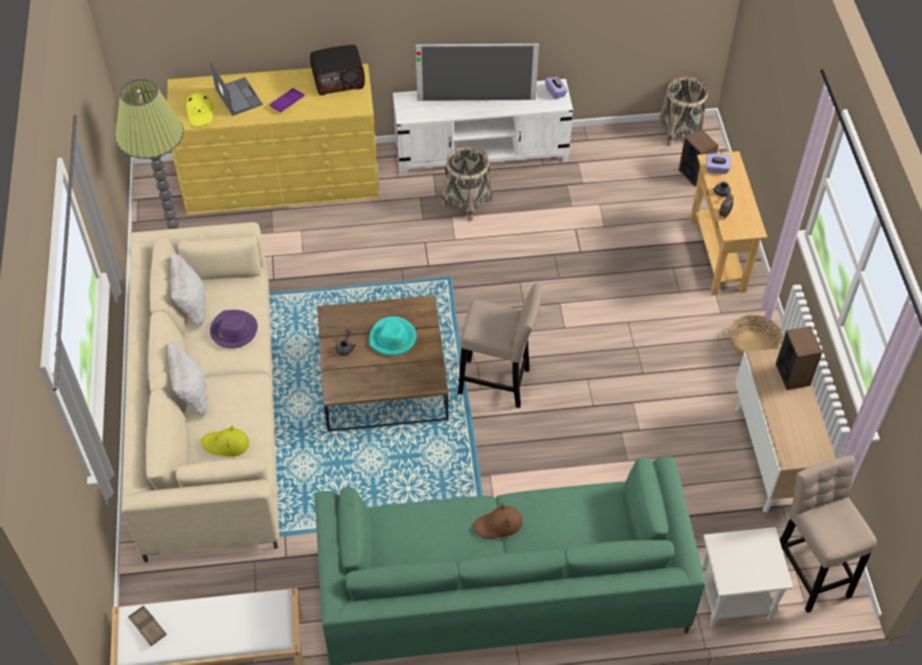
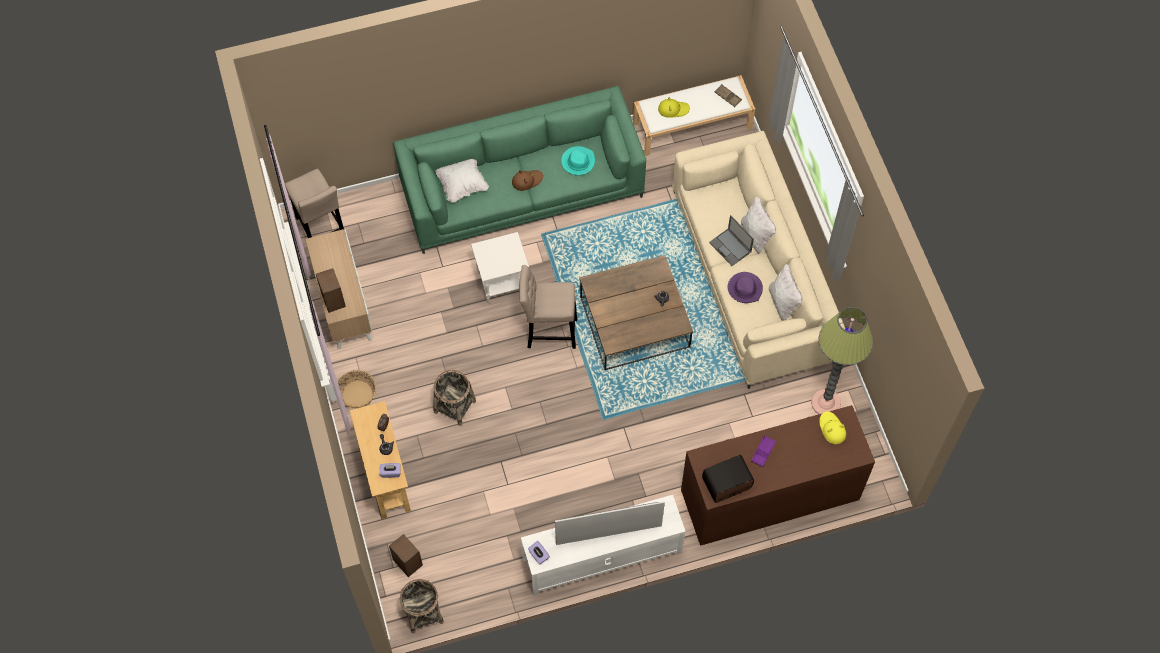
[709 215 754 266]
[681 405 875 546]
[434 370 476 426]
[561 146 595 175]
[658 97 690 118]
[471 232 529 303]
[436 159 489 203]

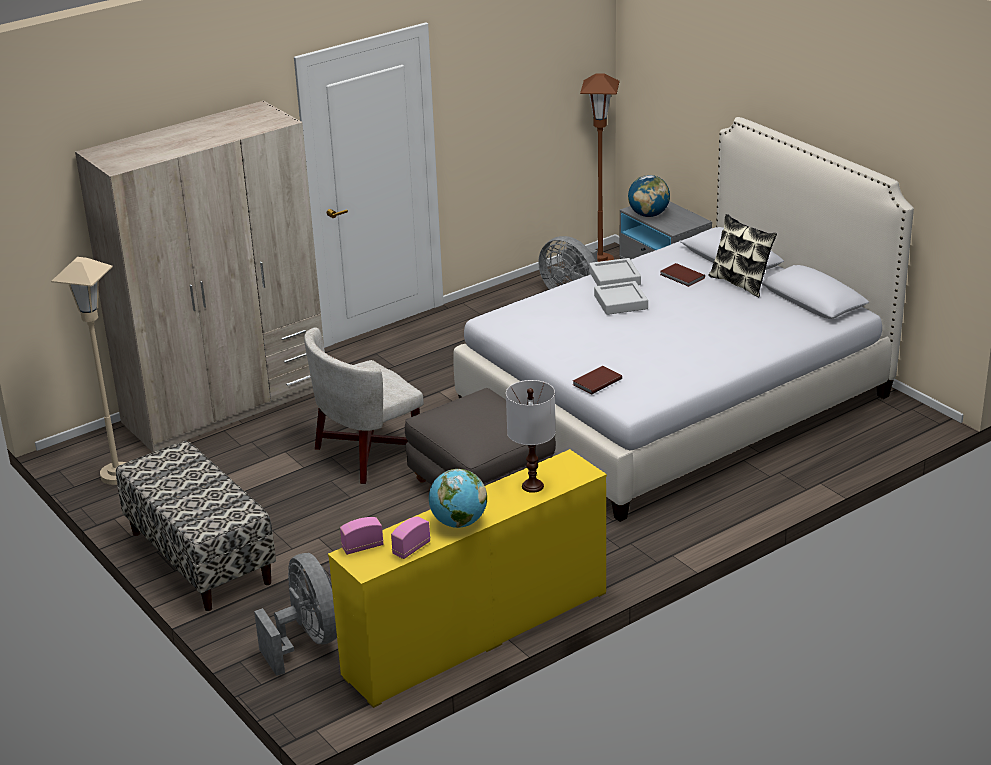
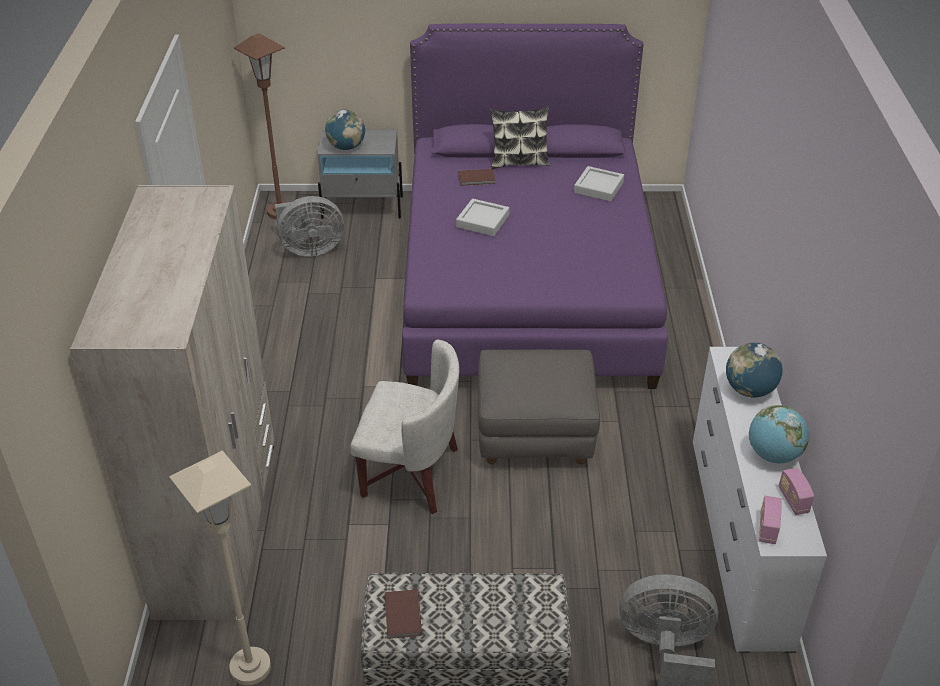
[402 24 668 389]
[574 166 624 202]
[350 339 459 514]
[385 590 422 639]
[726 343 782 398]
[693 347 827 653]

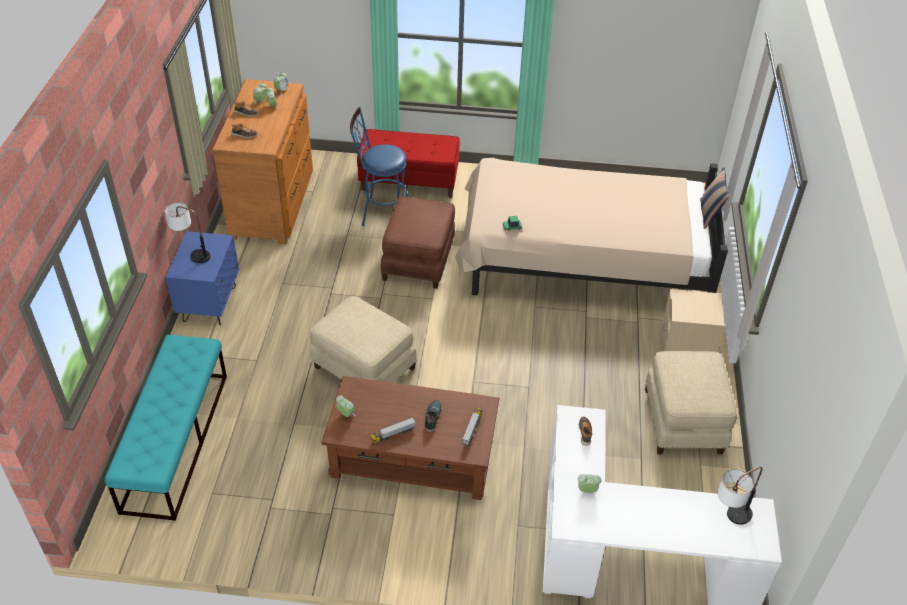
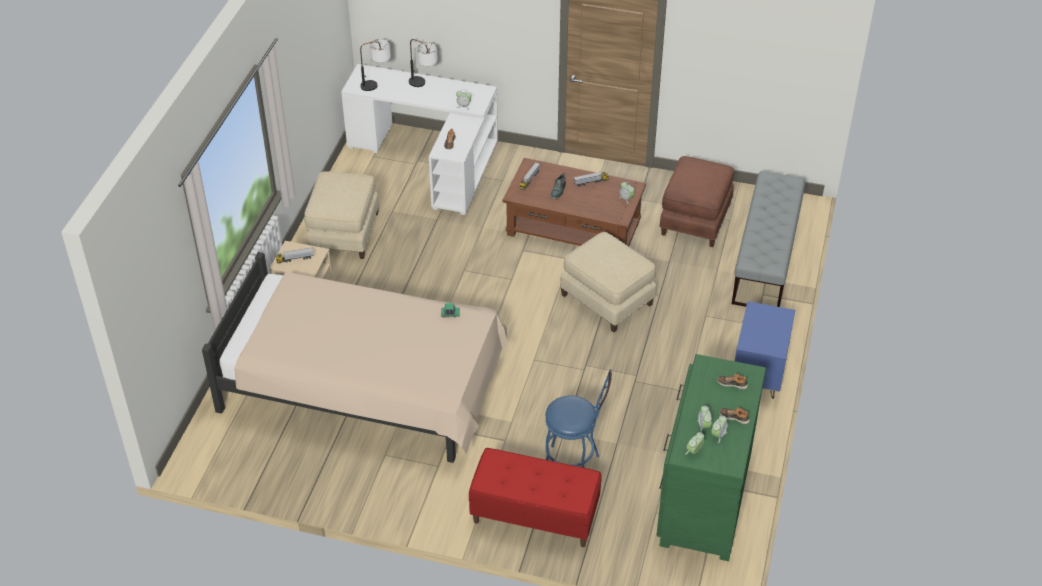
[656 354 766 561]
[700 168 729 229] (first image)
[659 156 734 247]
[409 39 438 87]
[732 171 806 307]
[276 247 314 263]

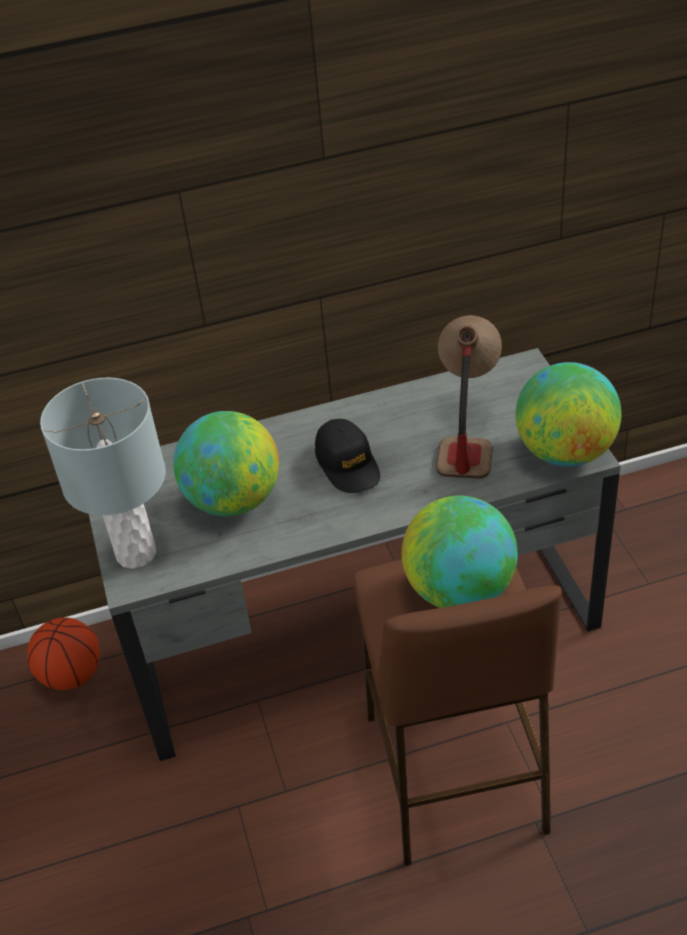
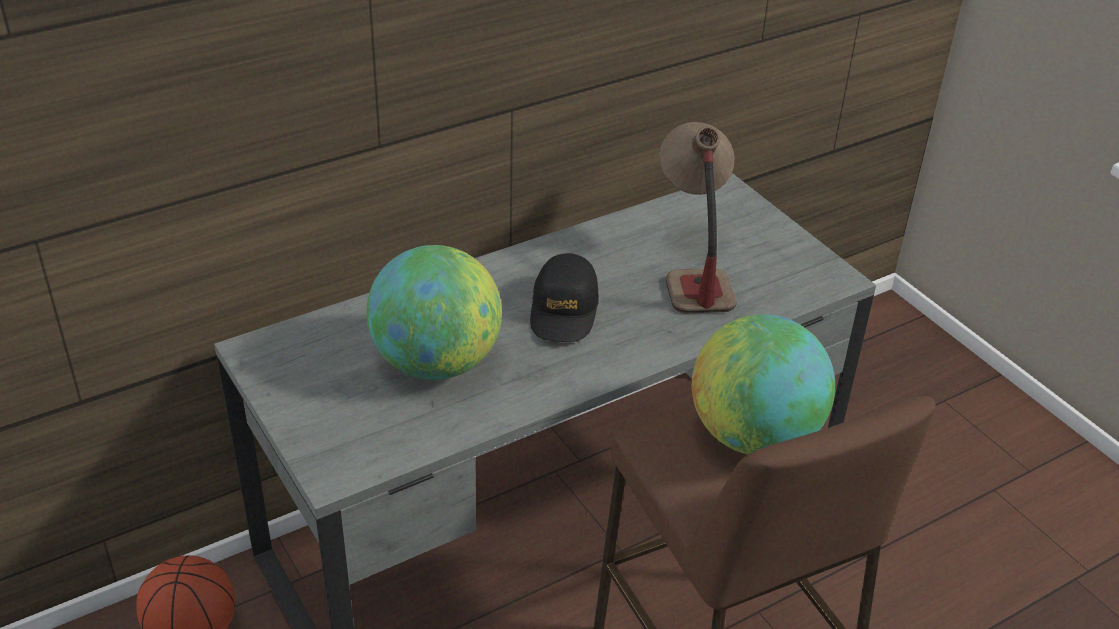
[515 362 622 467] (first image)
[40 378 166 569] (first image)
[530 253 599 342]

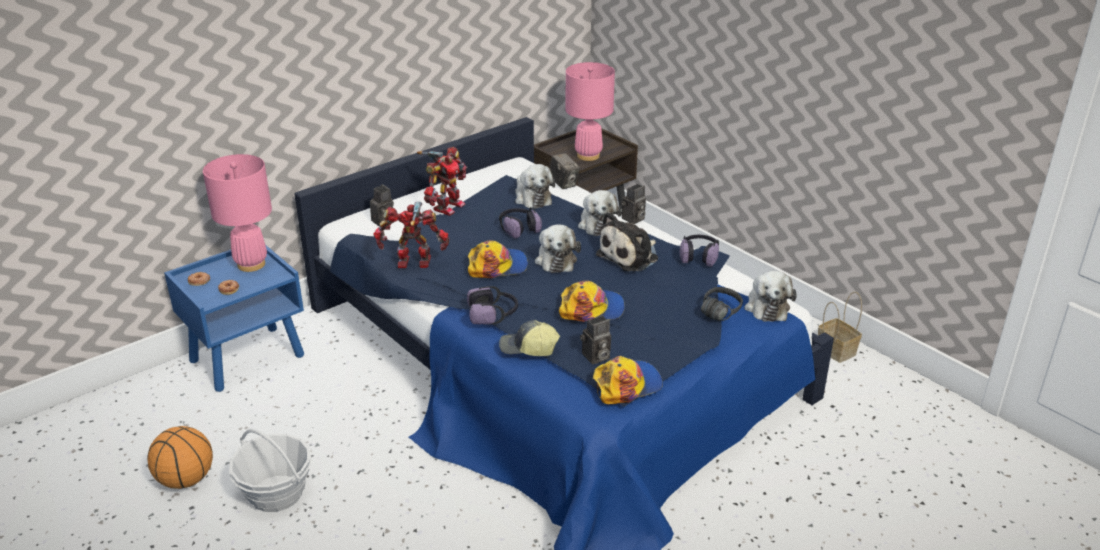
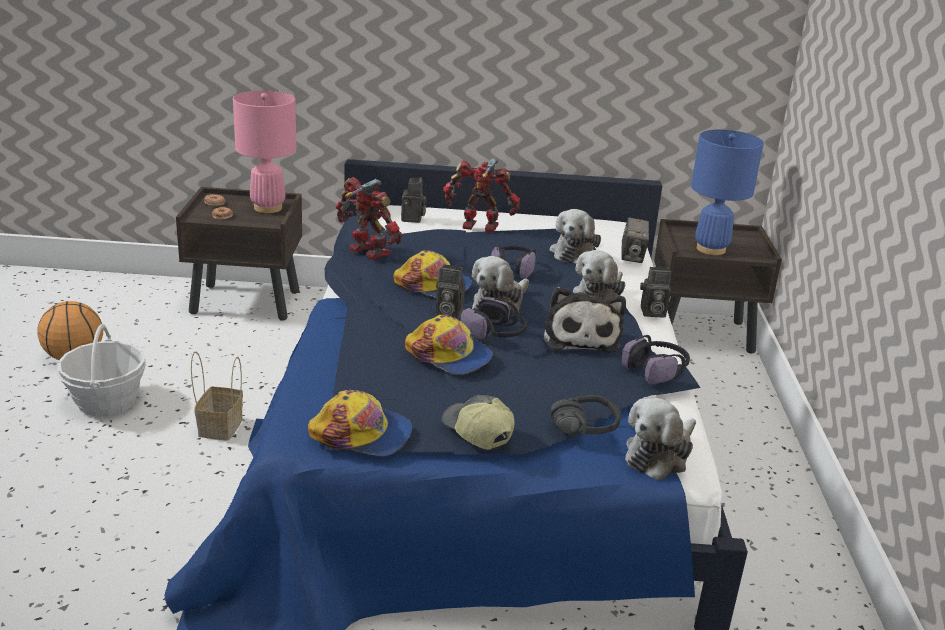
[691 130 764 255]
[443 158 520 232]
[544 287 626 352]
[176 187 302 321]
[460 296 527 342]
[191 351 243 441]
[436 264 465 320]
[442 395 515 450]

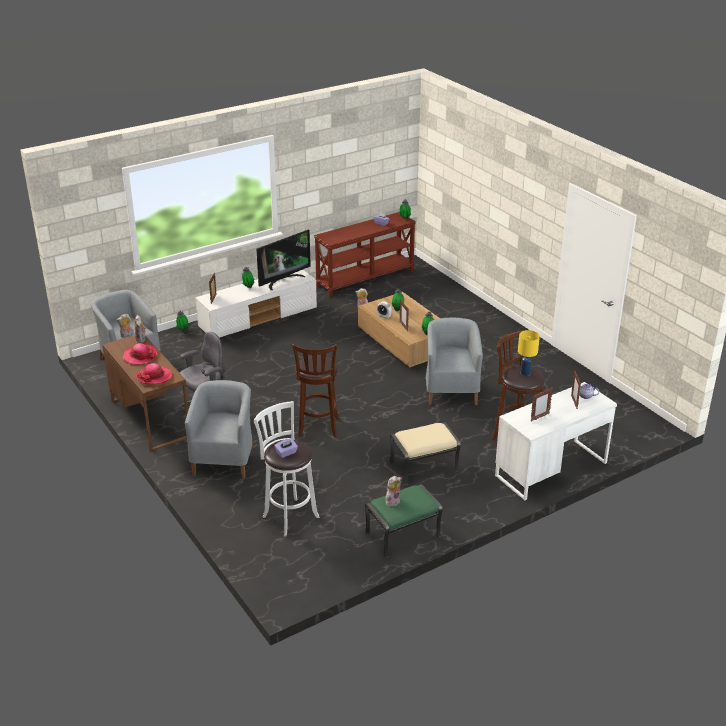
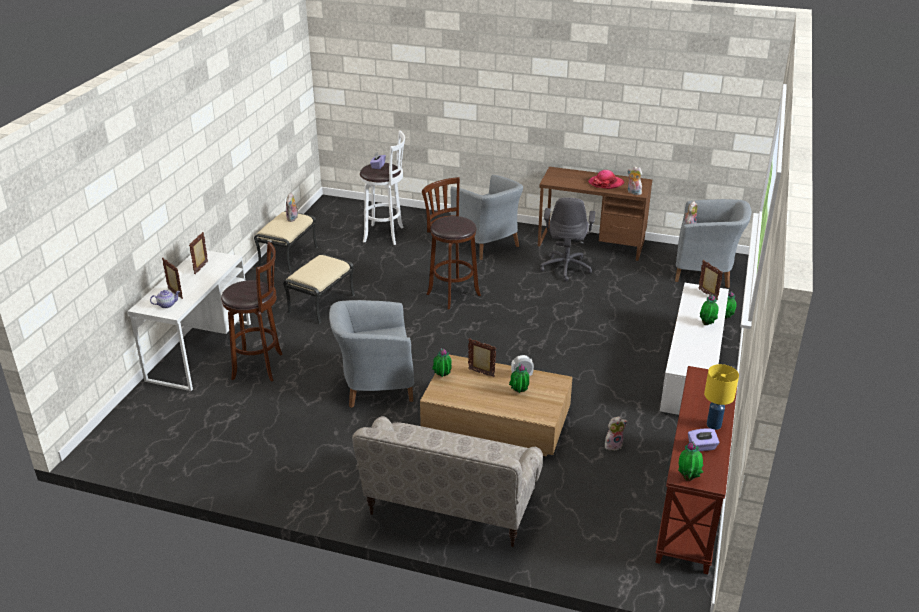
[256 230 311 290] (first image)
[329 300 414 408]
[704 364 739 430]
[136 363 172 384] (first image)
[254 211 318 273]
[352 416 543 547]

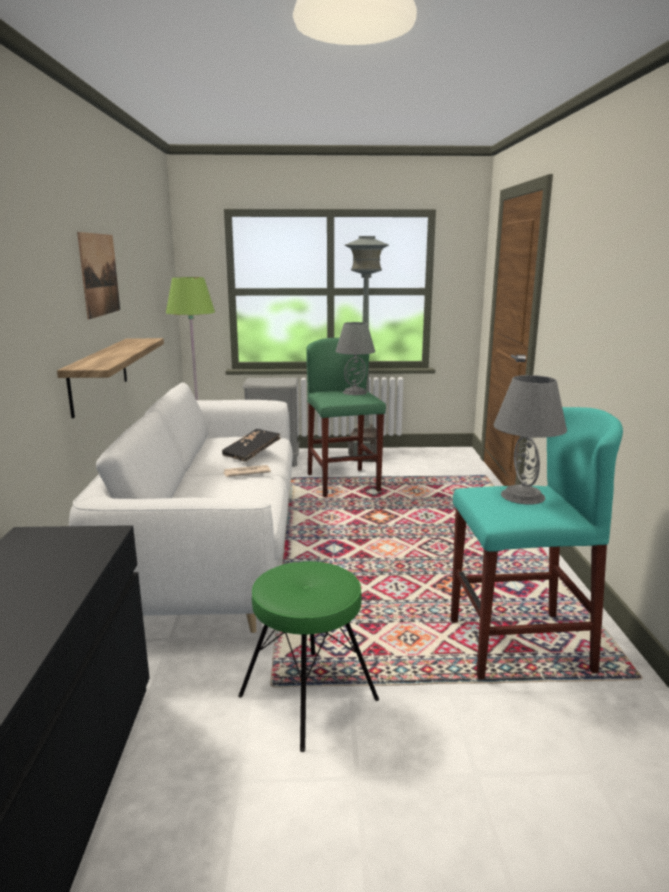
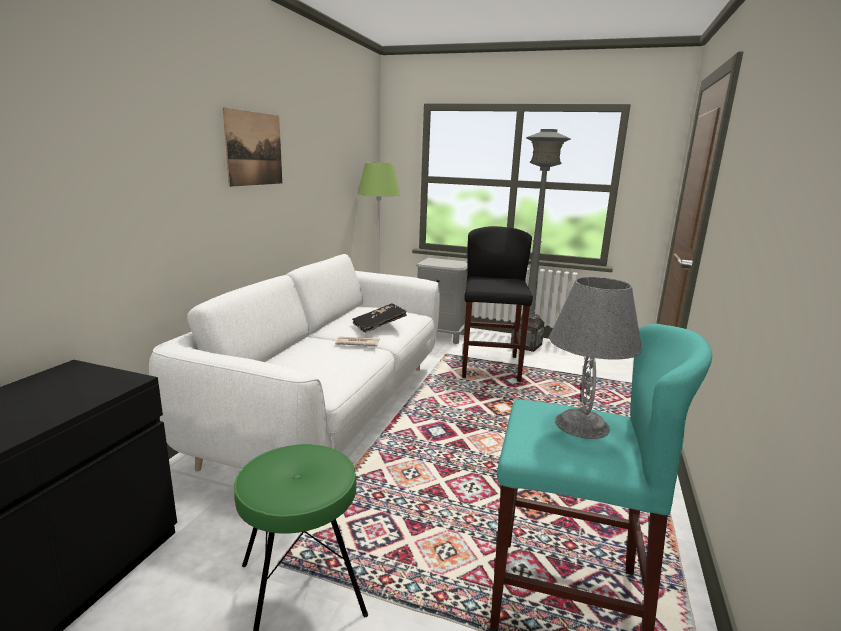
[336 322 375 395] (first image)
[57 338 164 418] (first image)
[462 226 533 382]

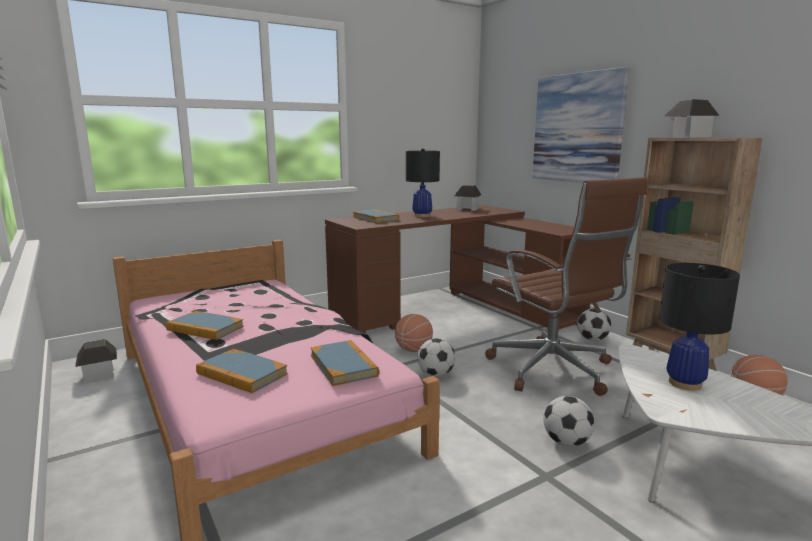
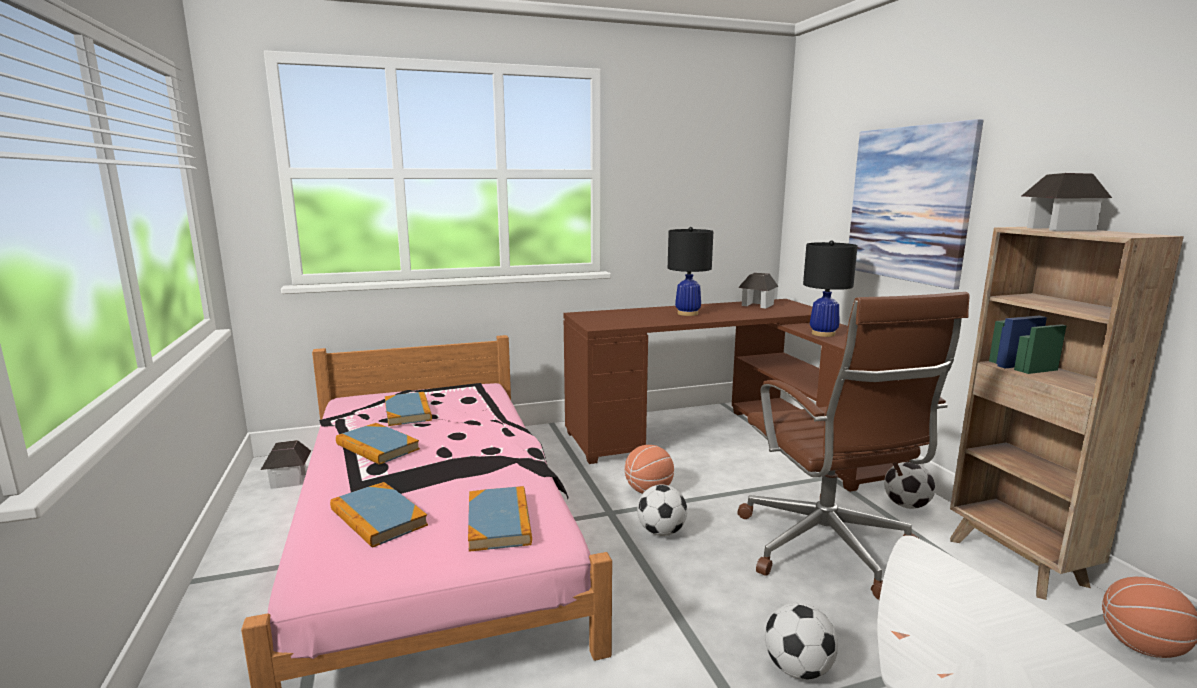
[385 392 432 426]
[803 241 858 337]

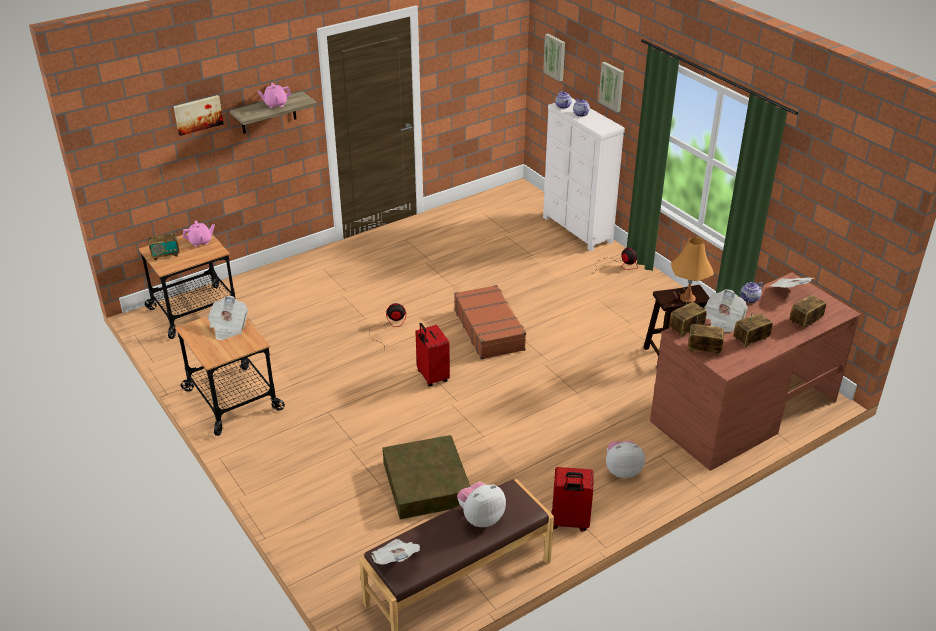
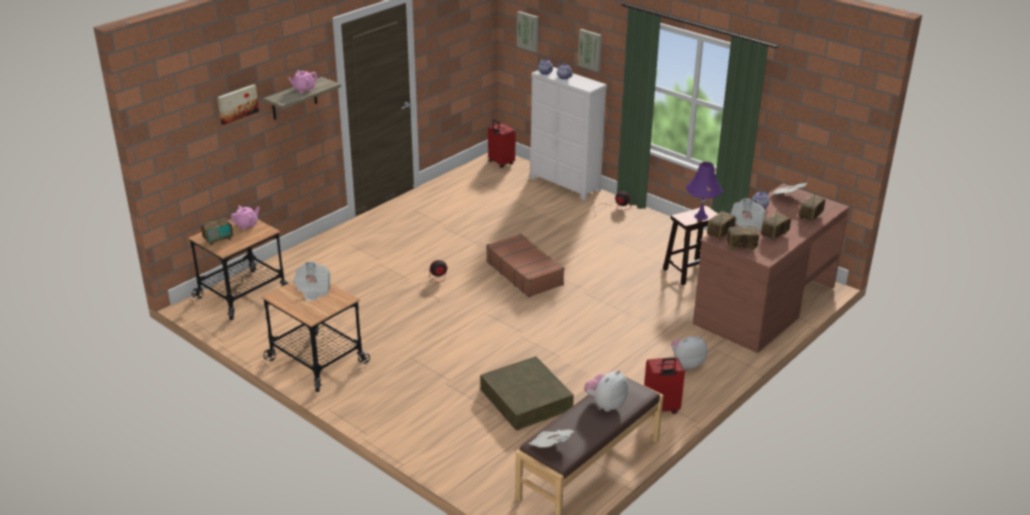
[685 162 724 220]
[488 119 515 168]

